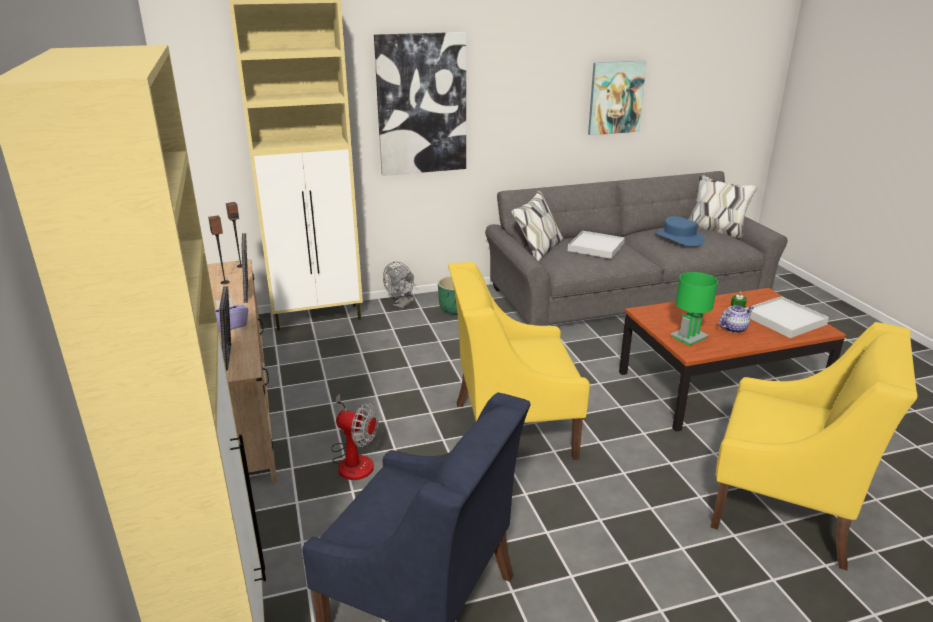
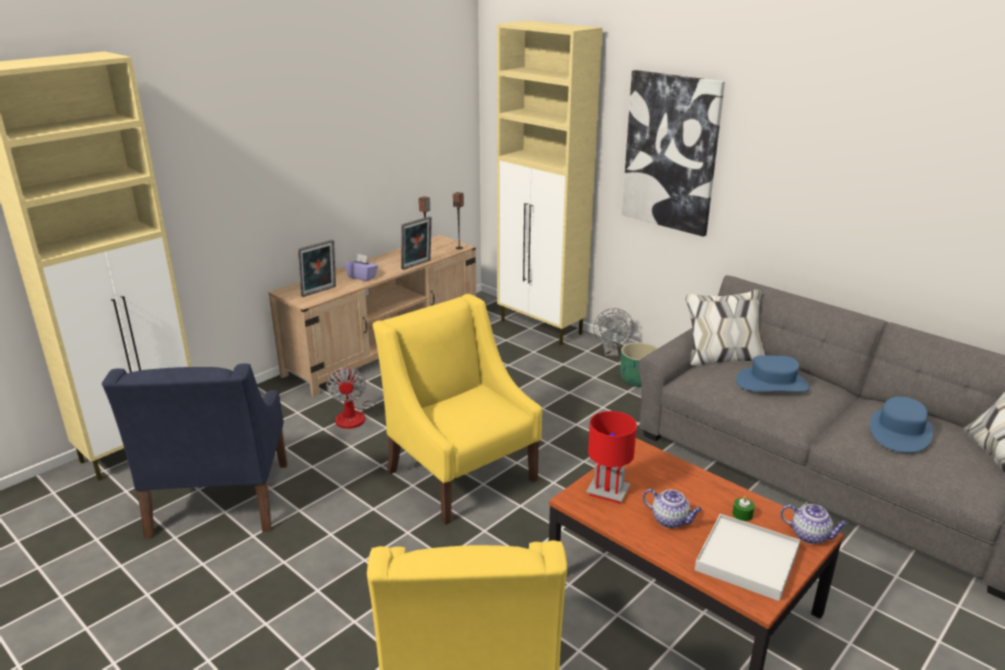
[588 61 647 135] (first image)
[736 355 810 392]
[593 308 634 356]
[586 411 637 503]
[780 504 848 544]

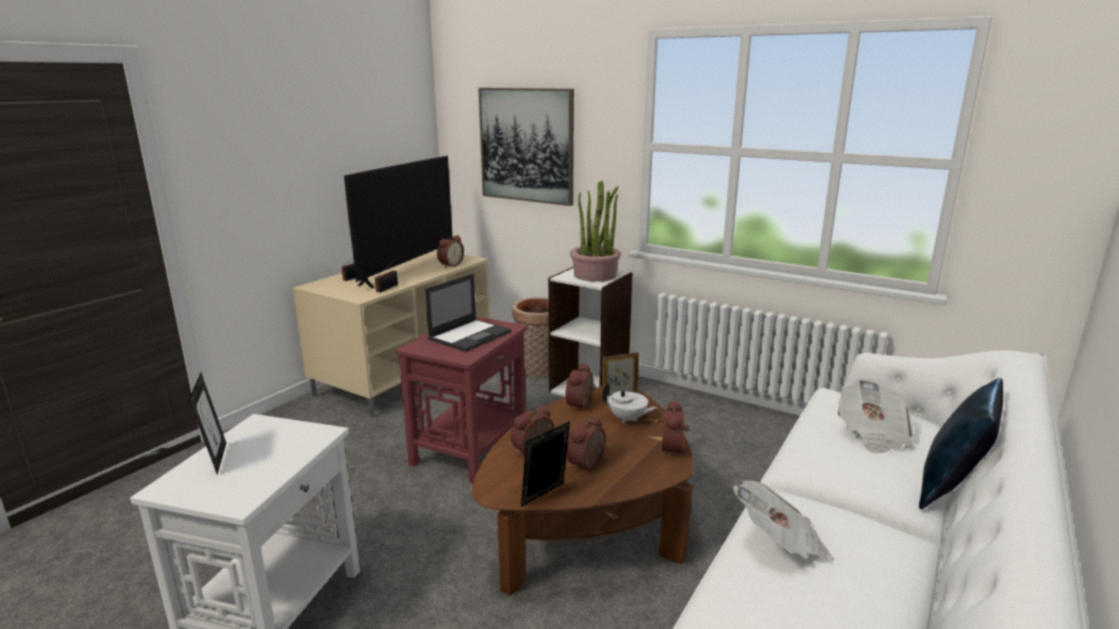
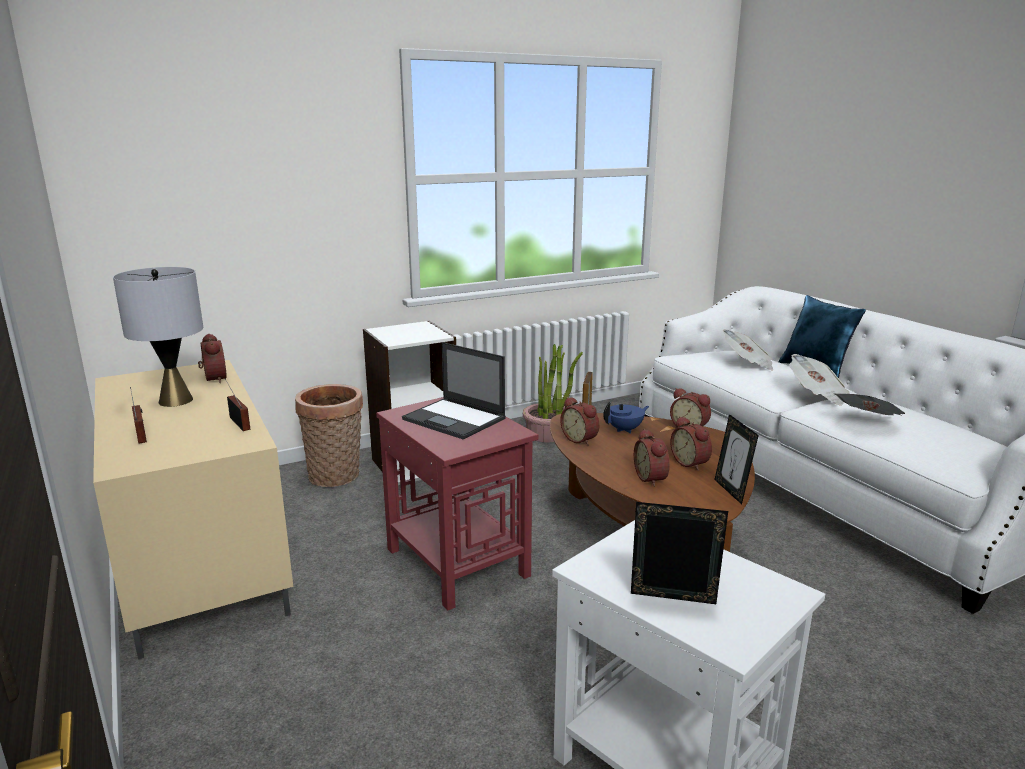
[479 88 574 206] (first image)
[113 267 203 407]
[523 344 583 443]
[402 342 506 439]
[603 402 649 434]
[789 354 849 406]

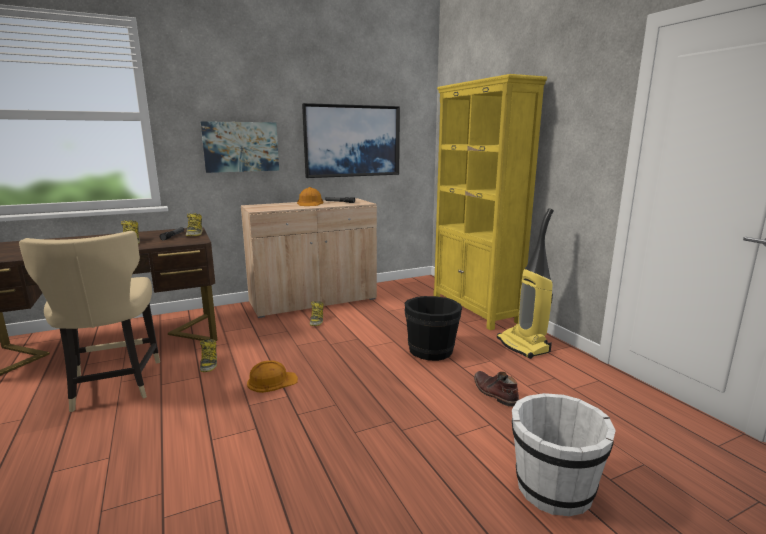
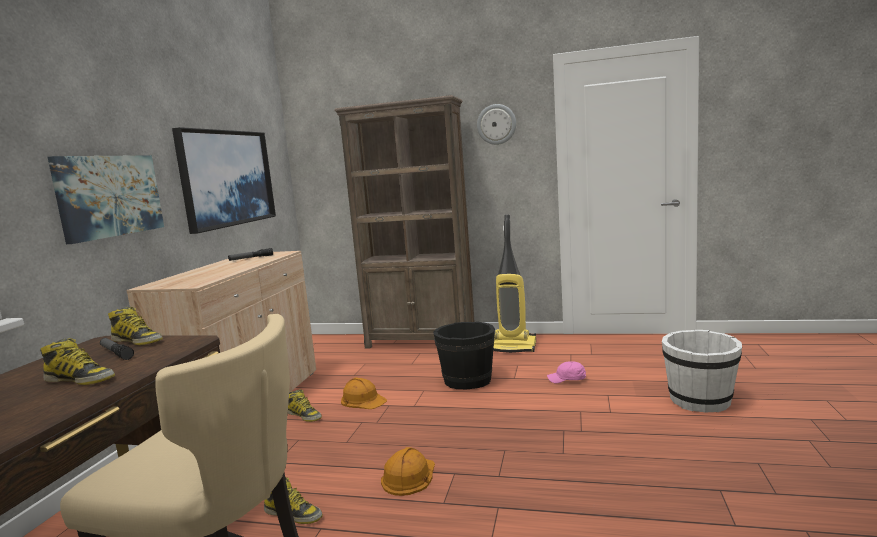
[334 95 475 349]
[341 377 387 409]
[547 361 586 383]
[477 104 516 145]

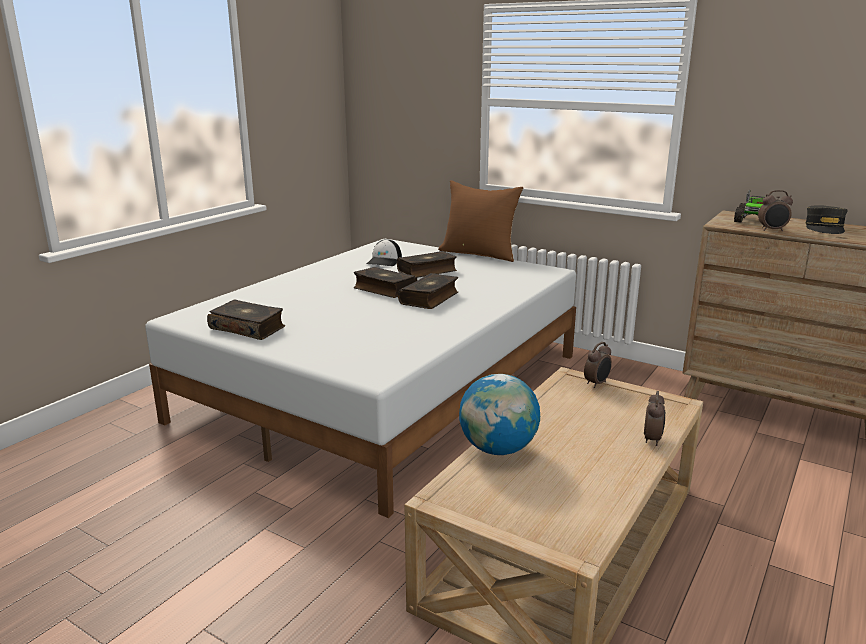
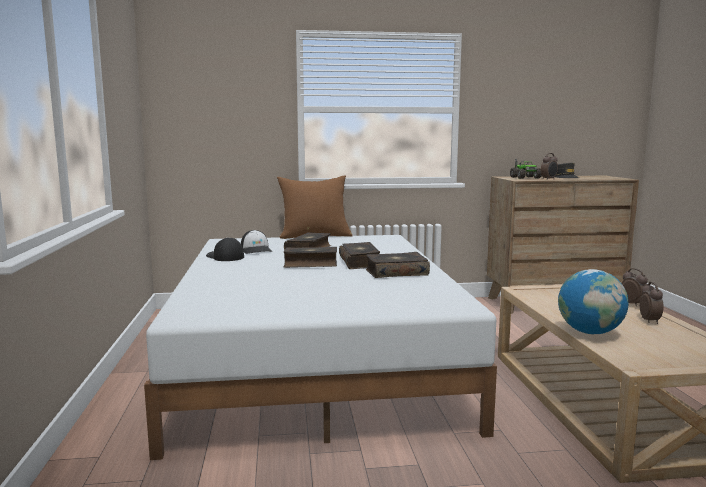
[366 252 430 278]
[639 282 664 324]
[206 237 244 261]

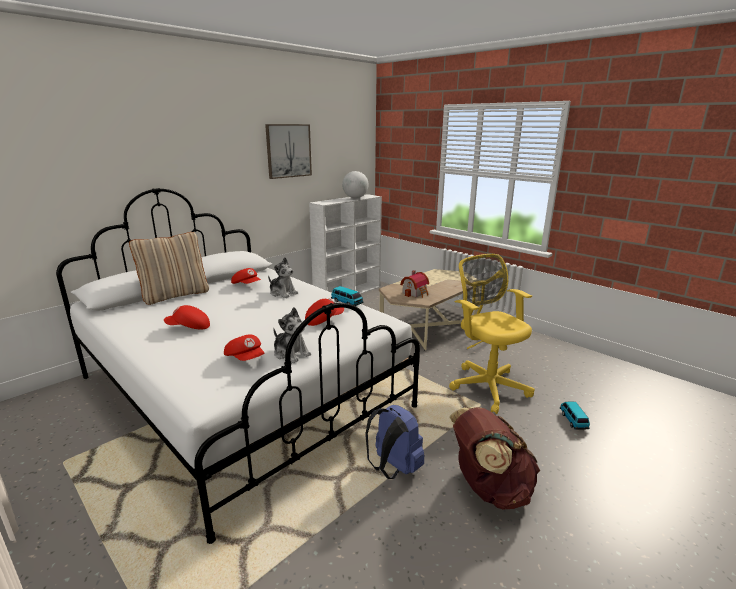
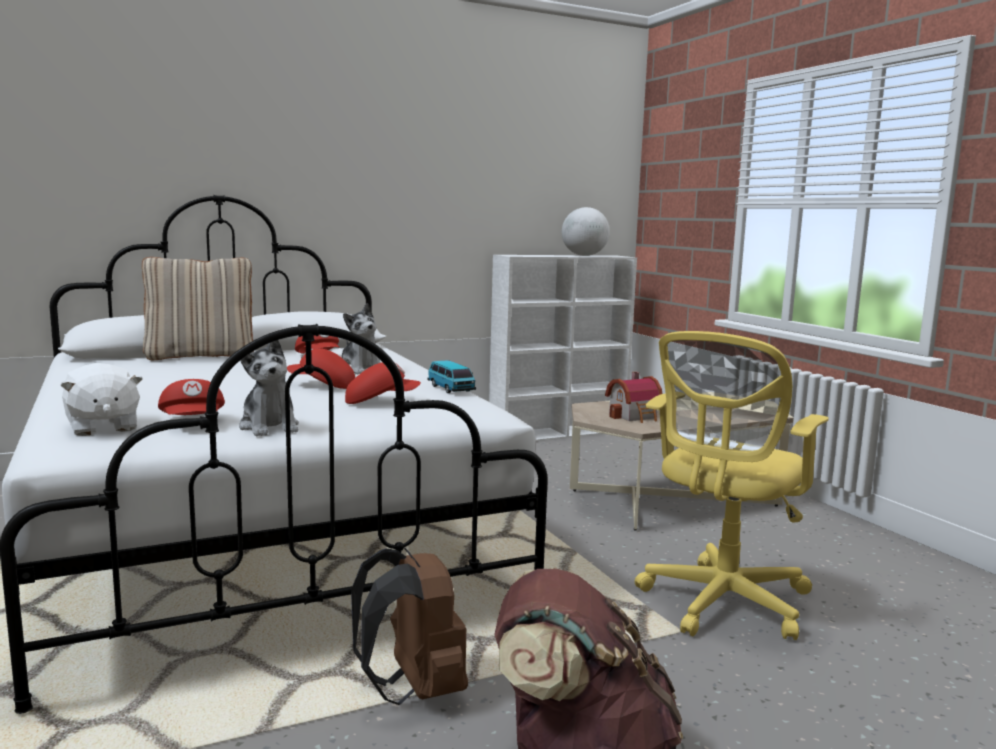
[265 124 312 179] (first image)
[635 331 829 640]
[287 348 355 389]
[560 401 590 429] (first image)
[351 548 468 705]
[60 363 143 436]

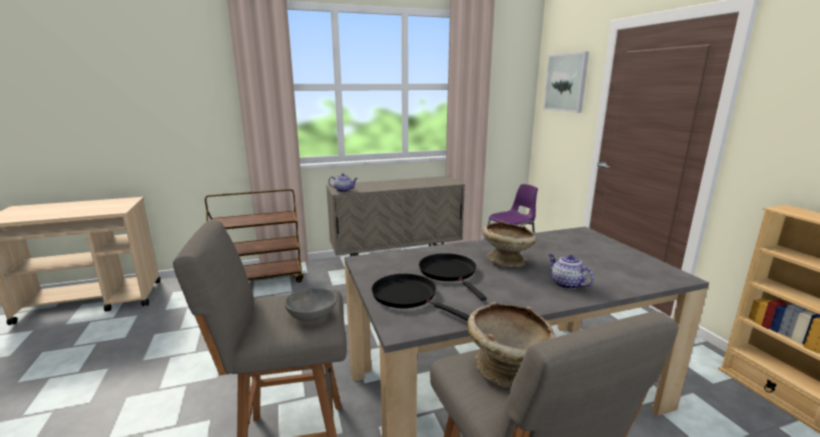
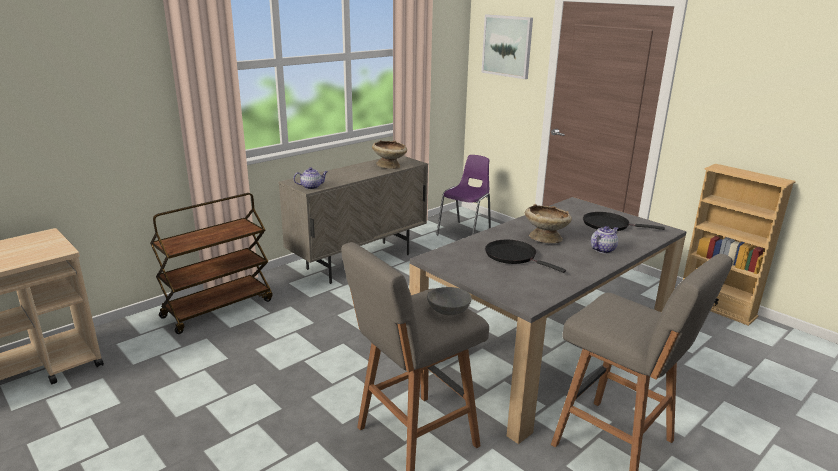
[591 226 618 254]
[583 212 665 231]
[372 140 407 169]

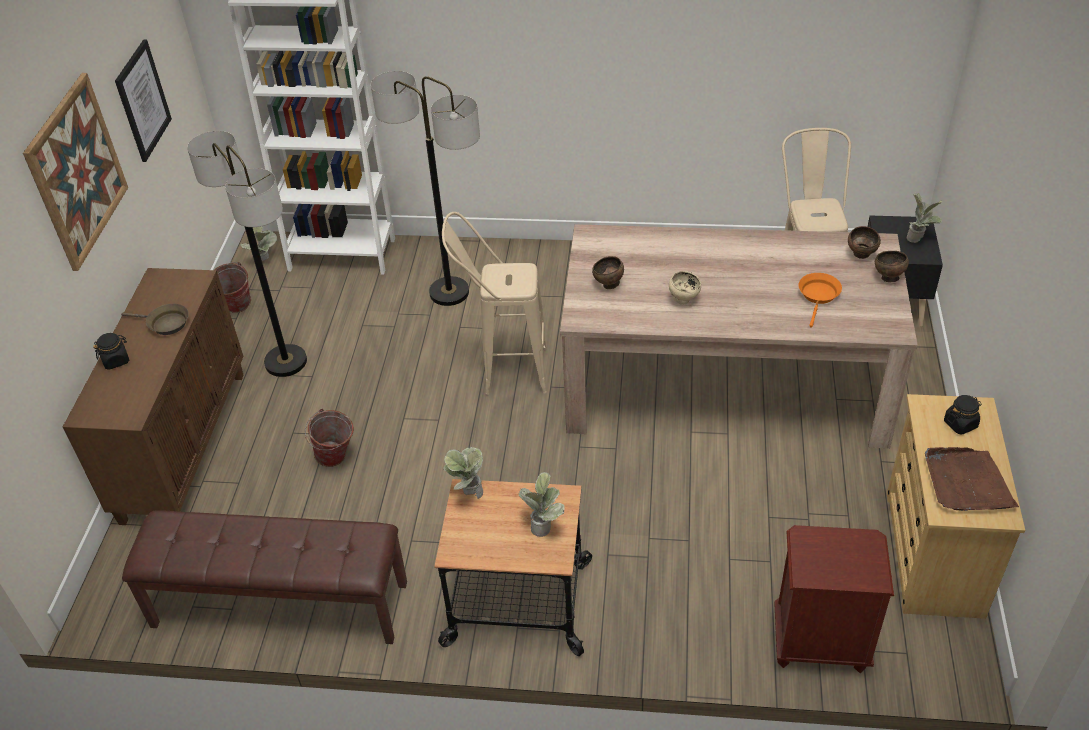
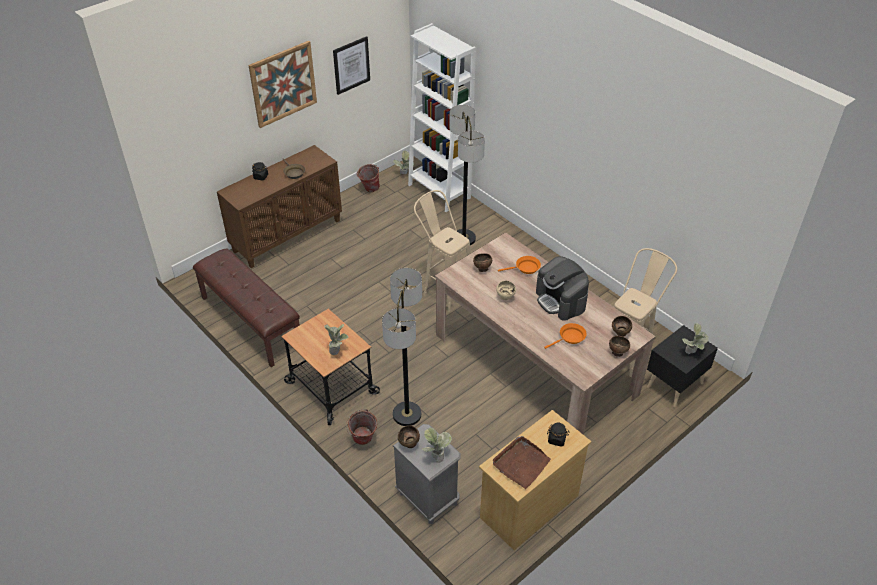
[382 268 422 426]
[346 409 377 445]
[422 427 452 463]
[393 424 461 524]
[498 256 541 274]
[536 256 589 321]
[398 425 420 448]

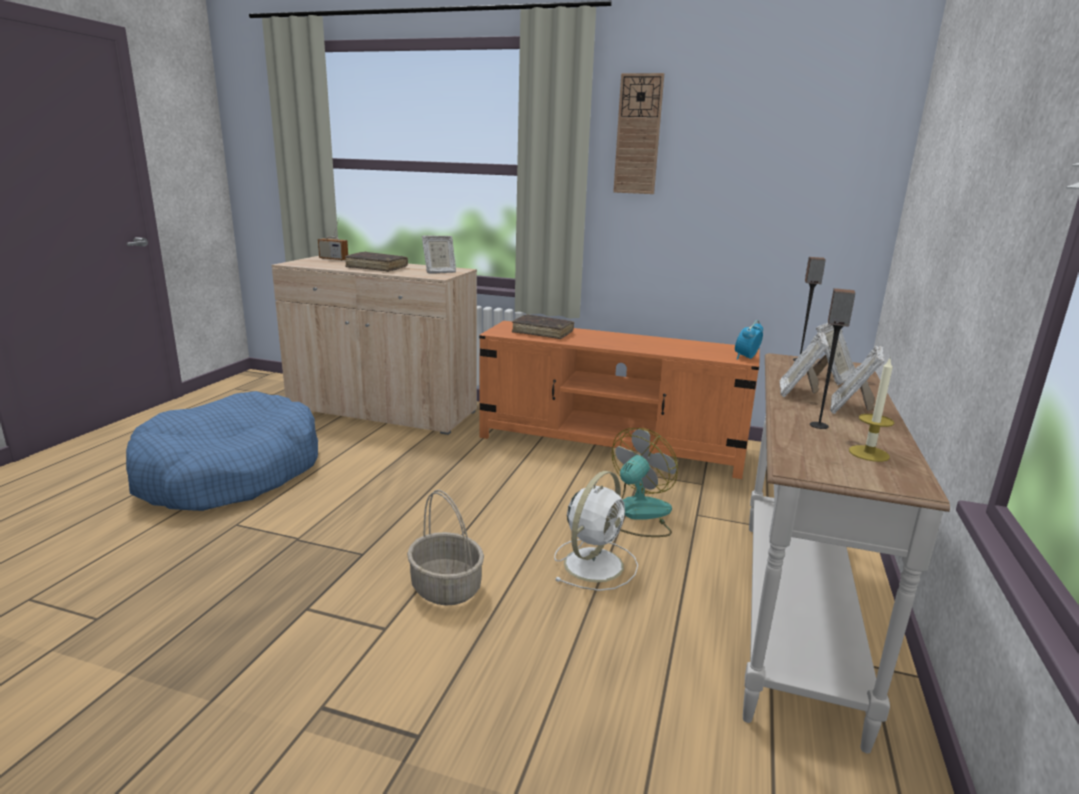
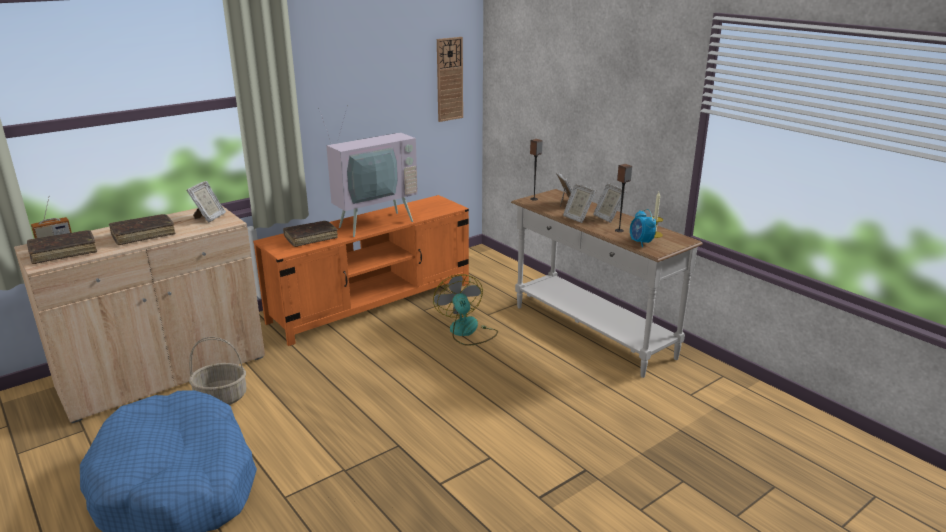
[437 37 463 122]
[630 209 656 247]
[554 471 638 591] (first image)
[189 337 246 405]
[318 105 418 237]
[27 230 97 264]

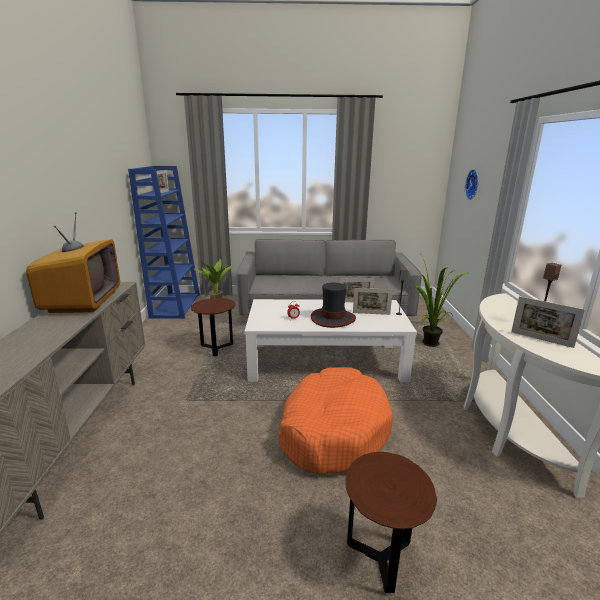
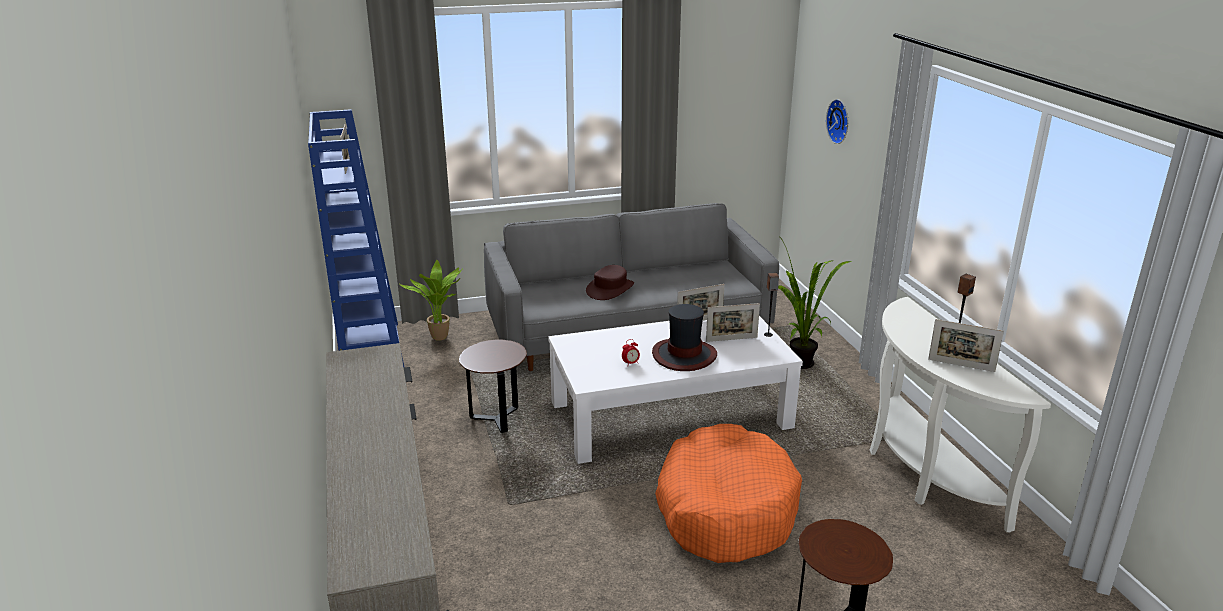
[26 212 120 313] (first image)
[586 265 634 300]

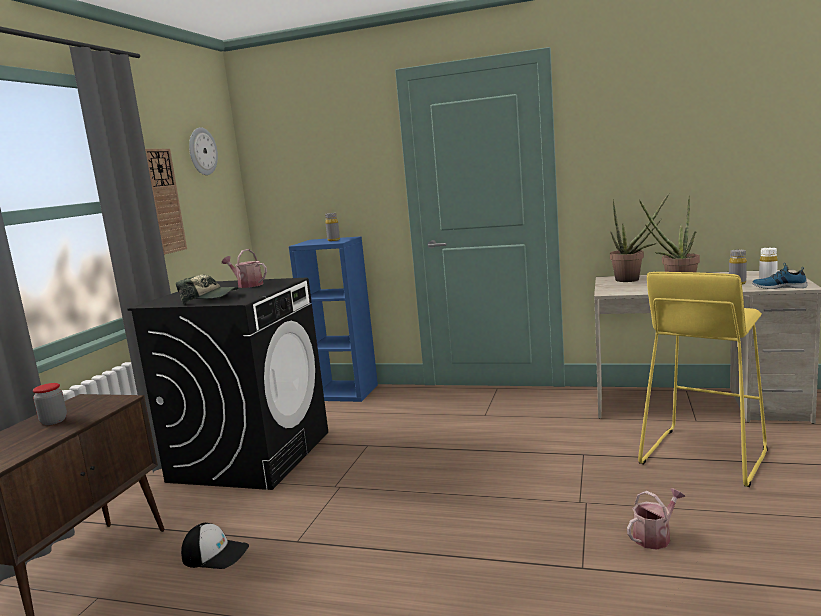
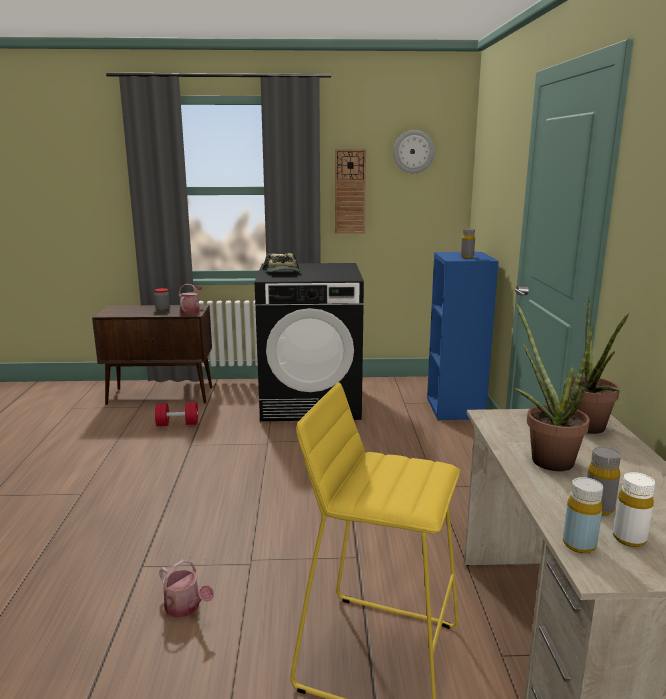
[178 284 202 314]
[563 477 603 553]
[155 402 199 426]

